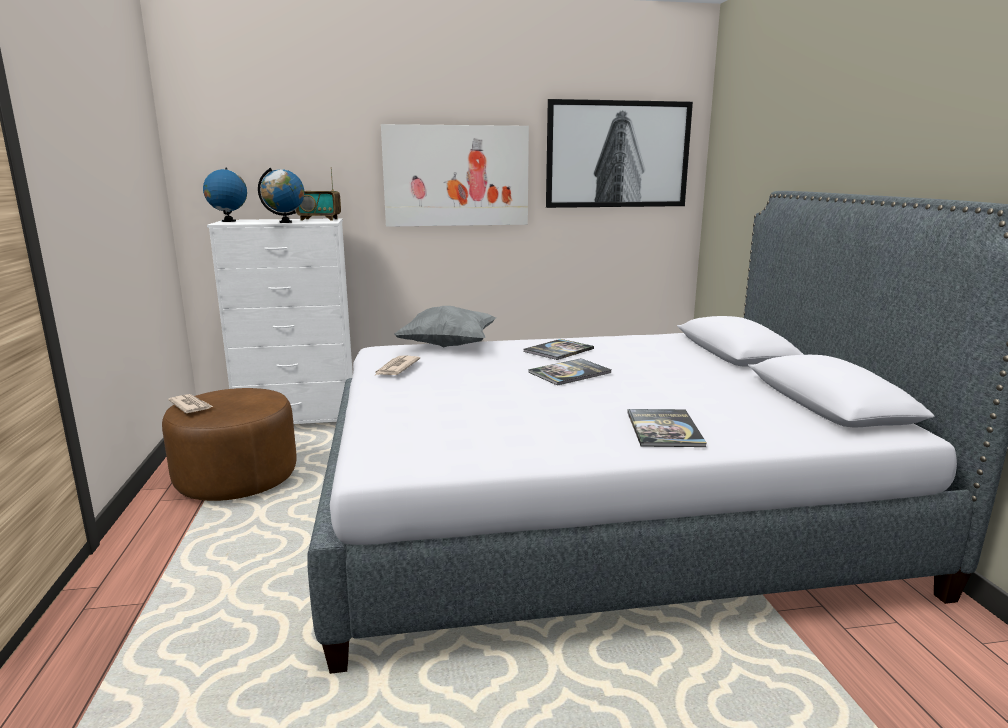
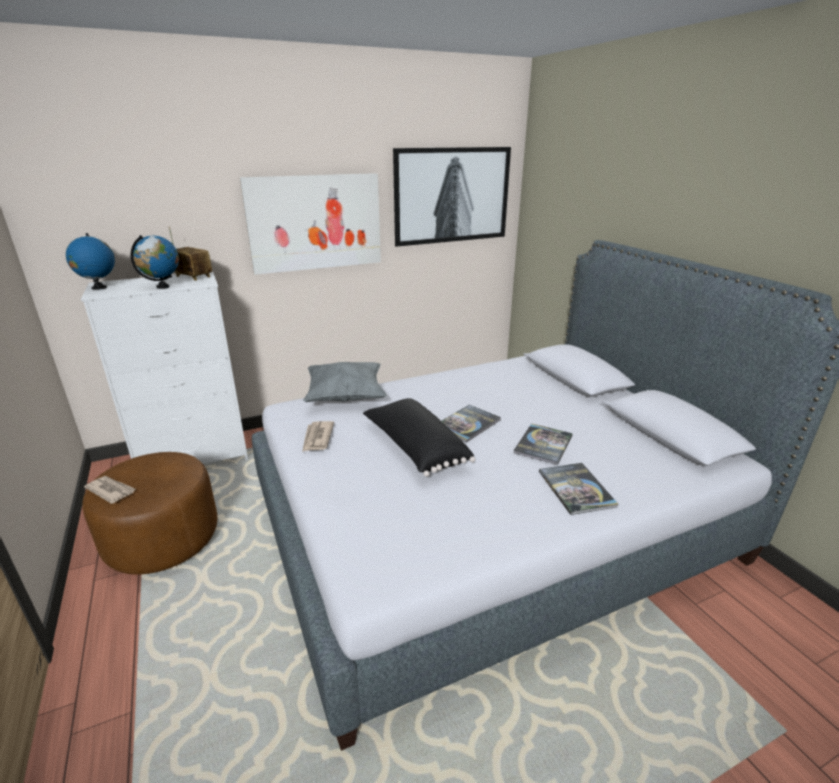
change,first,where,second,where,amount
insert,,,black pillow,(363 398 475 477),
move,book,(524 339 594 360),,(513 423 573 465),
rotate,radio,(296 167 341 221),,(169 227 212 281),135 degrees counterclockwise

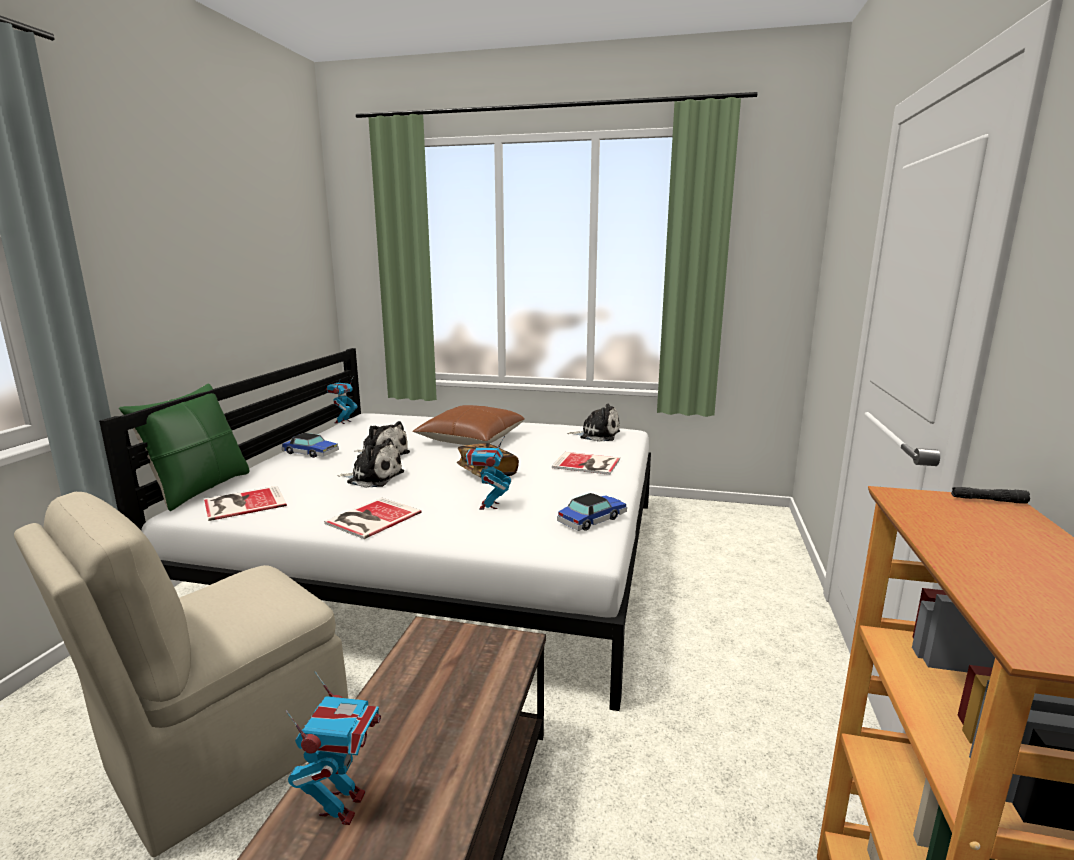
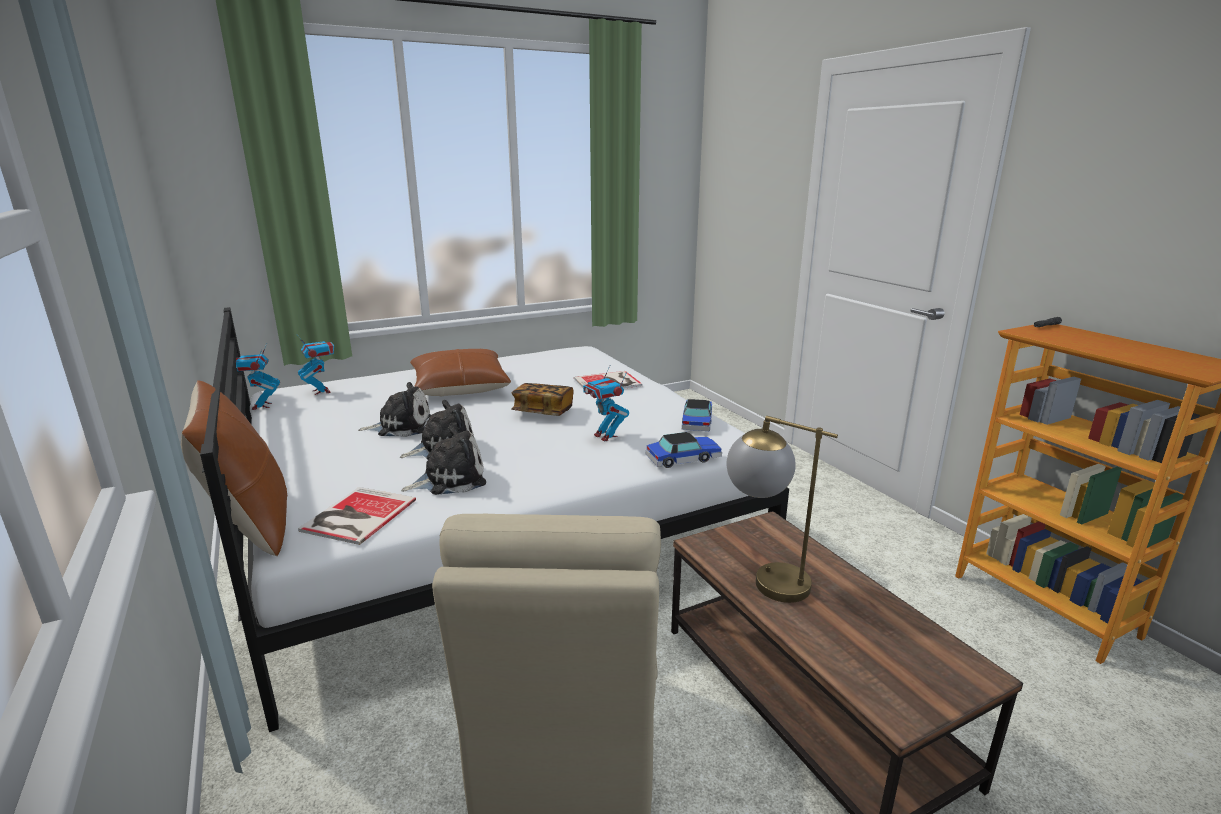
change,first,where,second,where,amount
delete,book,(324 498 421 539),,,
insert,,,table lamp,(726 416 838 603),
move,toy car,(282 433 339 458),,(646 432 722 468),
move,toy robot,(286 671 381 825),,(297 335 334 395),
move,plush toy,(567 404 620 442),,(401 425 486 495),
recolor,green pillow,(119 384 249 511),brown pillow,(181 380 287 556),

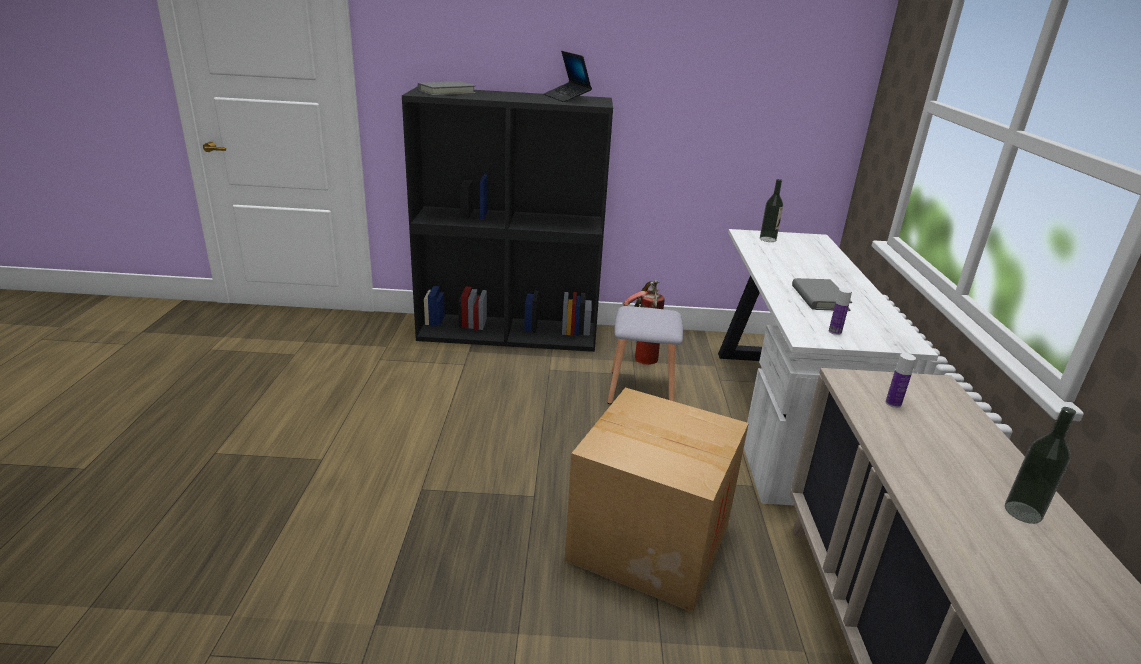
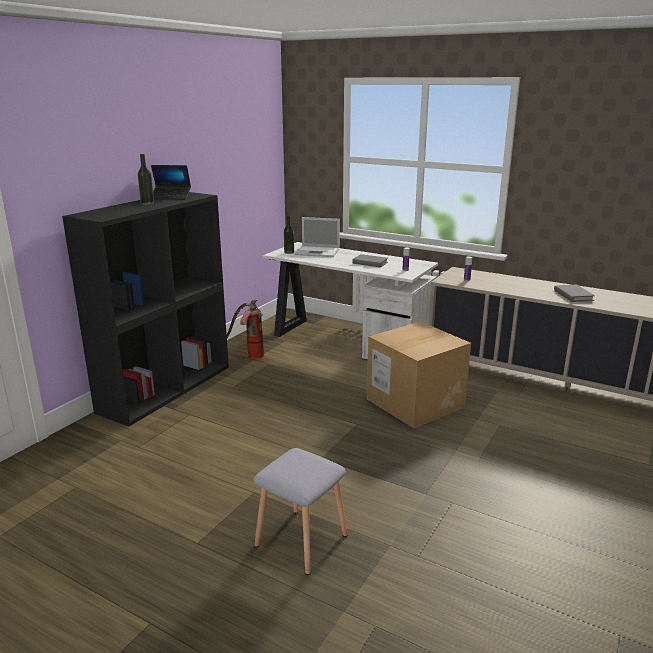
change,first,where,second,where,amount
insert,,,laptop,(295 217 340 257),
move,grey book,(418 81 476 96),,(554 285 595 302),
move,grey stool,(607 306 683 404),,(253 448 348 575),
move,bottle,(1005 407 1076 524),,(138 154 154 205),

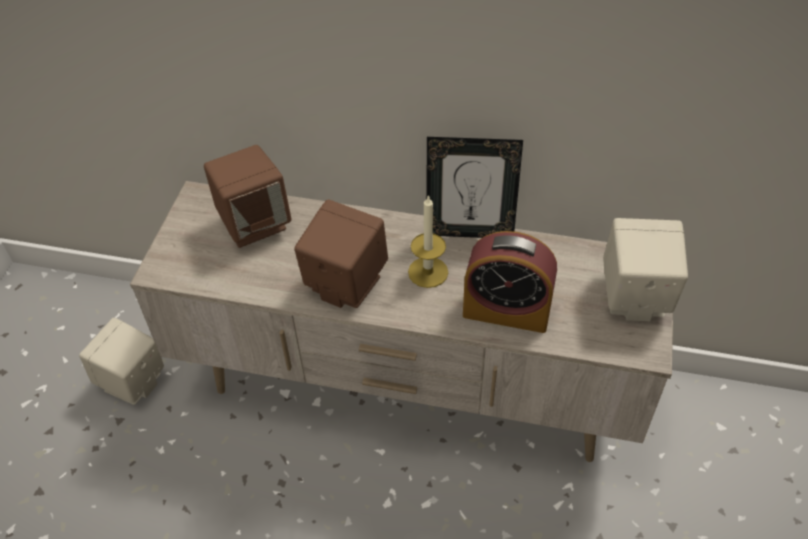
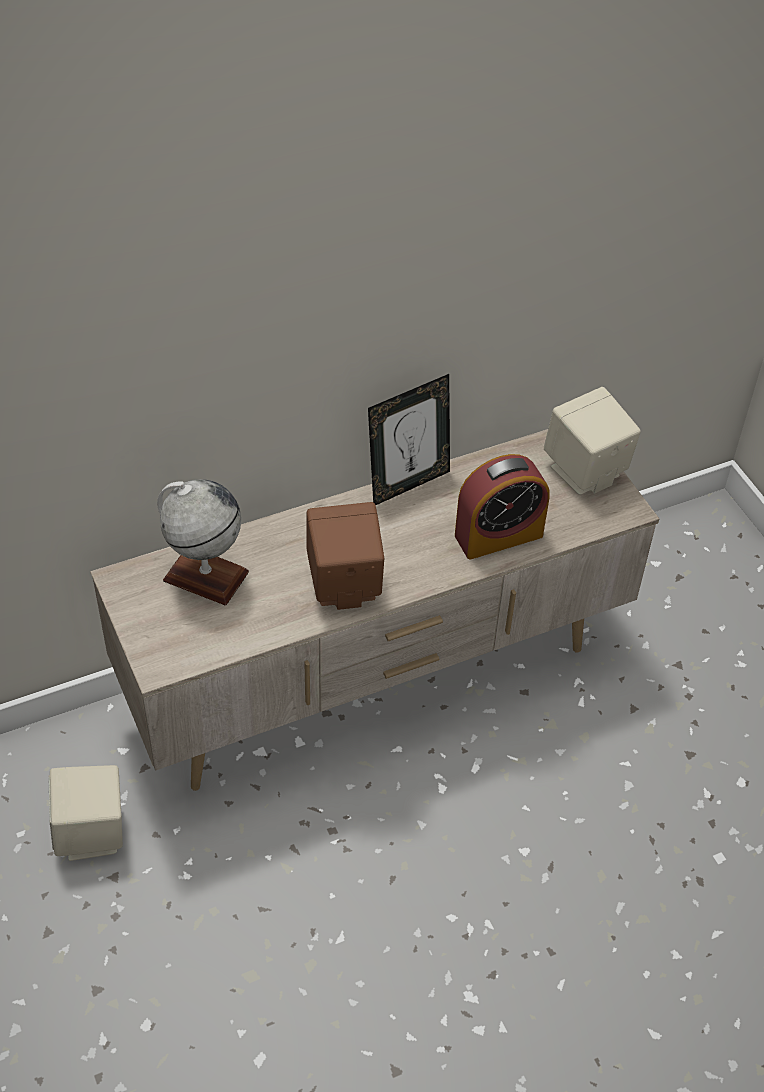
change,first,where,second,where,amount
delete,candle,(408 195 448 288),,,
replace,brown speaker,(204 145 292 248),globe,(157 479 249 605),

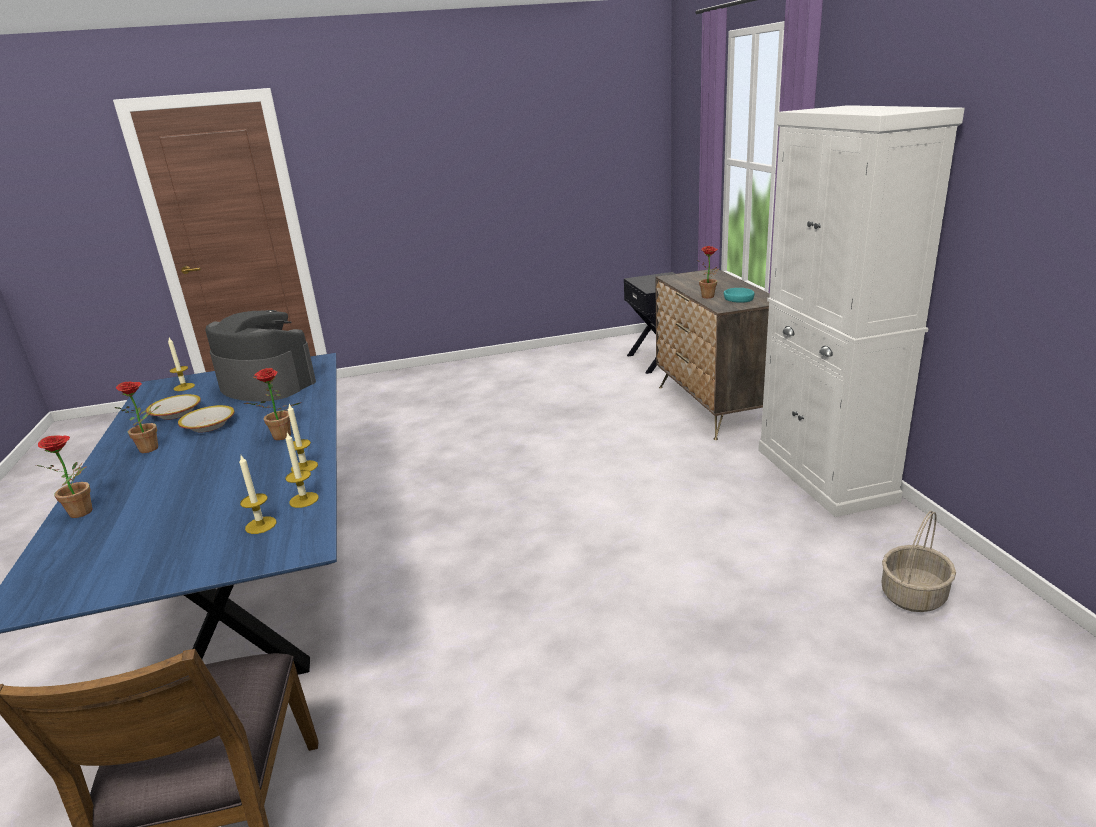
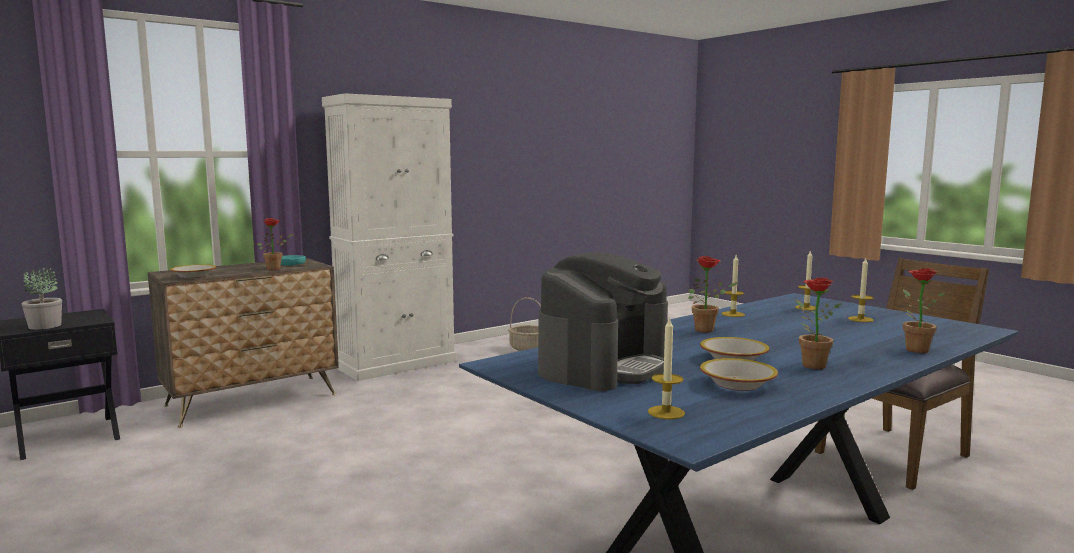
change,first,where,second,where,amount
insert,,,potted plant,(22 268 62 330),
insert,,,bowl,(170 264 216 278),
move,candle,(285 433 319 508),,(848 258 874 322),
rotate,coffee machine,(206 310 316 402),,(538 252 668 391),150 degrees counterclockwise

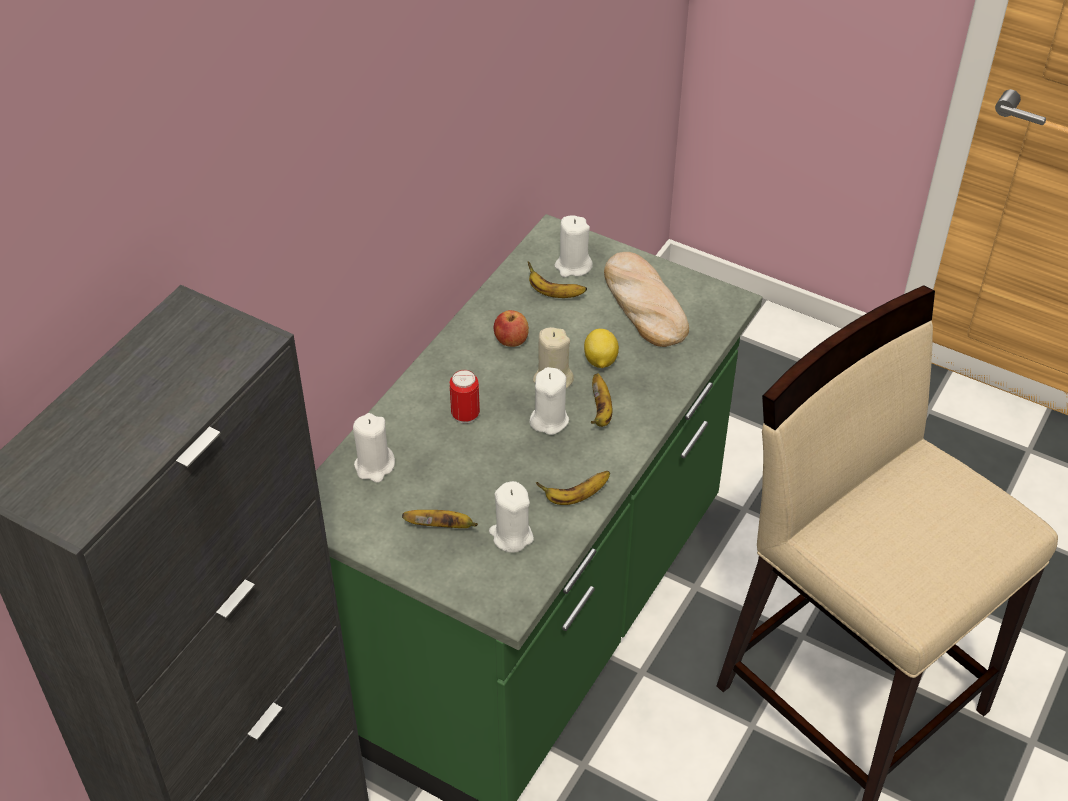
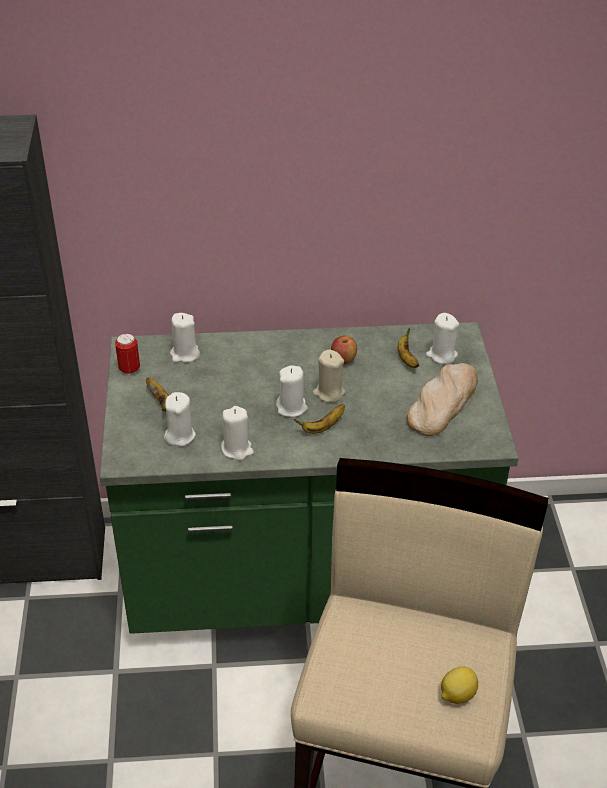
change,first,where,second,where,amount
move,can,(450 370 480 423),,(115 333 140 375),
move,lemon,(584 329 619 368),,(441 667 478 704),
replace,banana,(536 471 610 505),white candle,(221 406 254 460),

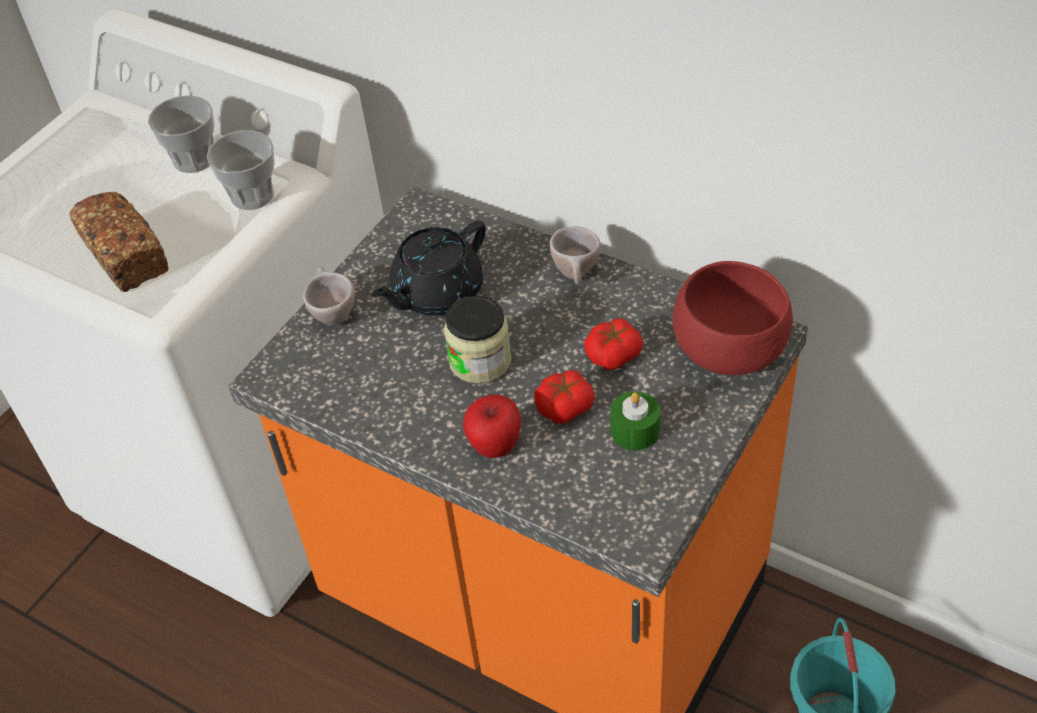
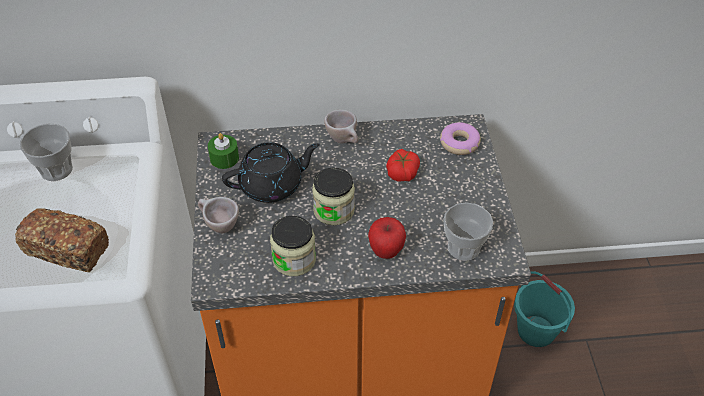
change,first,where,second,where,amount
delete,tomato,(534 370 595 424),,,
insert,,,jar,(270 216 316 276),
move,cup,(207 130 275 210),,(444 202 493 261),
move,green candle,(610 392 660 450),,(208 133 239 169),
replace,red bowl,(672 261 793 375),donut,(440 122 481 155),
rotate,black teapot,(372 221 486 316),,(222 142 320 203),120 degrees counterclockwise

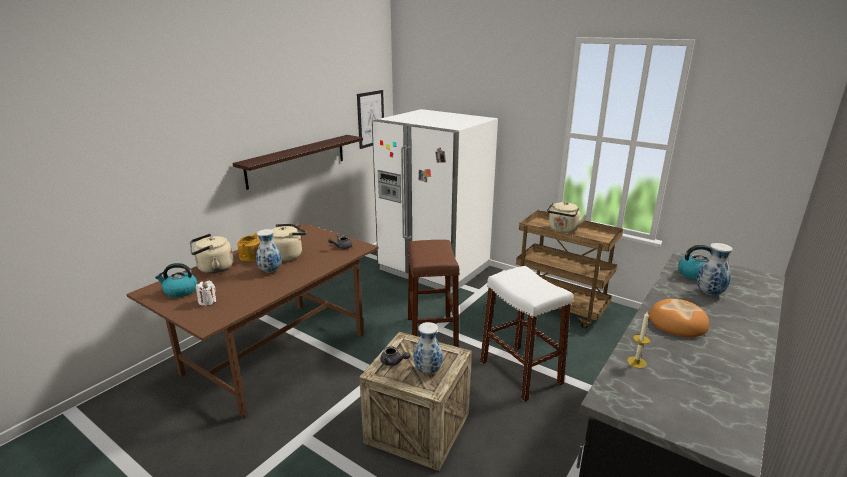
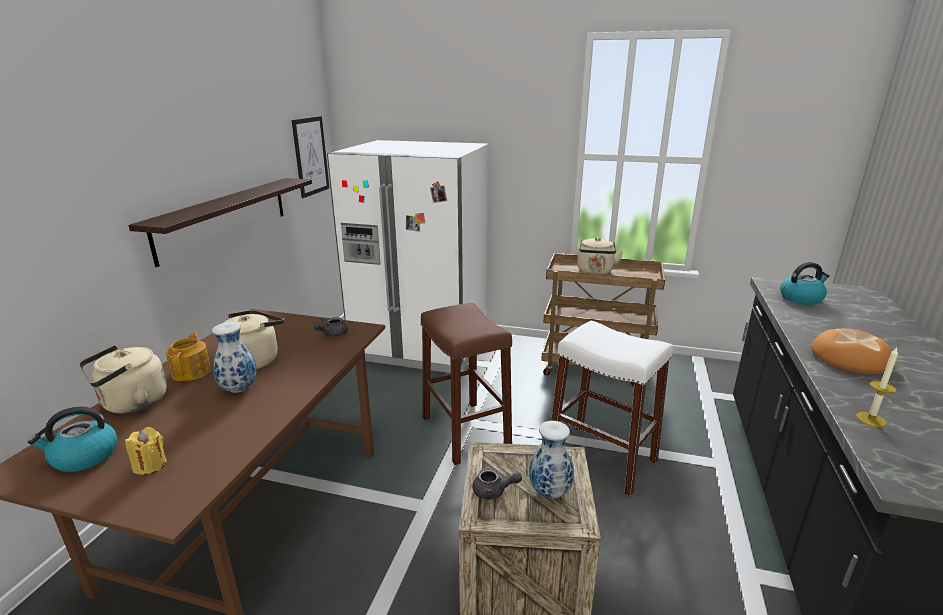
change,first,where,second,where,amount
delete,vase,(696 243 733 295),,,
recolor,white candle,(196 281 216 306),yellow candle,(125 427 167 475),

